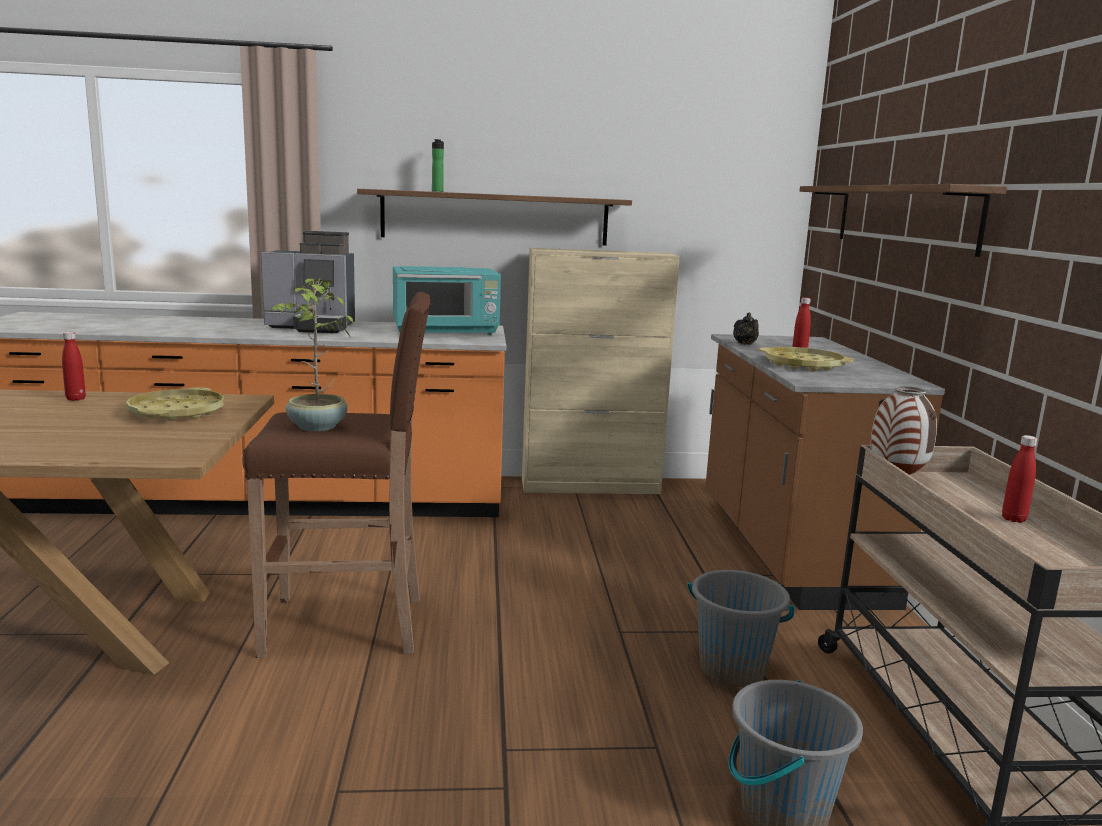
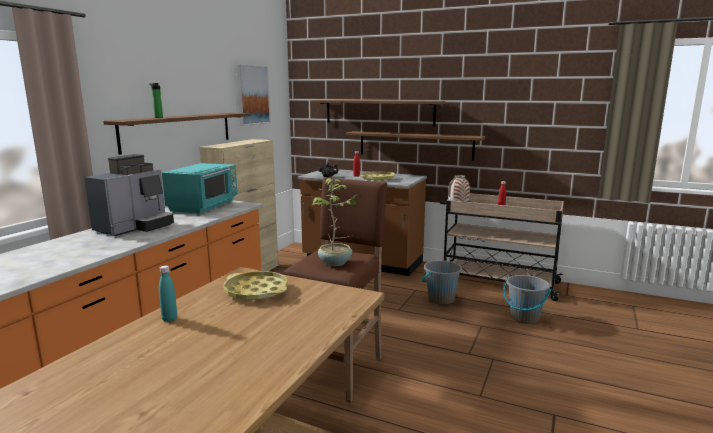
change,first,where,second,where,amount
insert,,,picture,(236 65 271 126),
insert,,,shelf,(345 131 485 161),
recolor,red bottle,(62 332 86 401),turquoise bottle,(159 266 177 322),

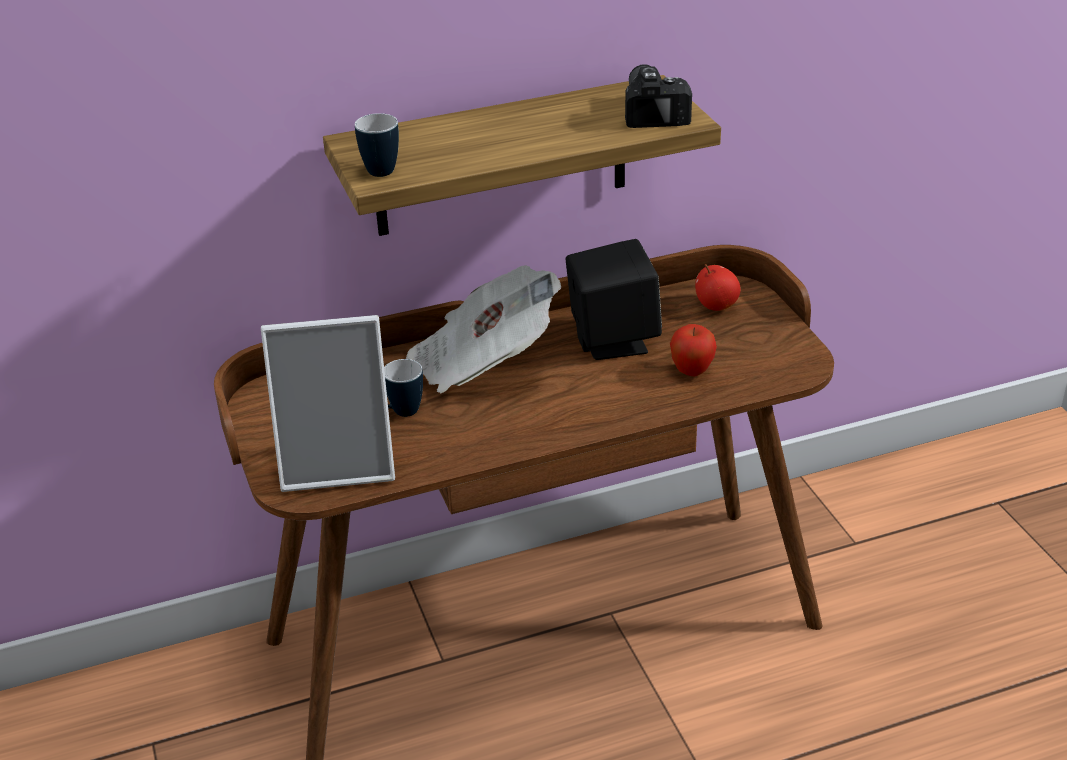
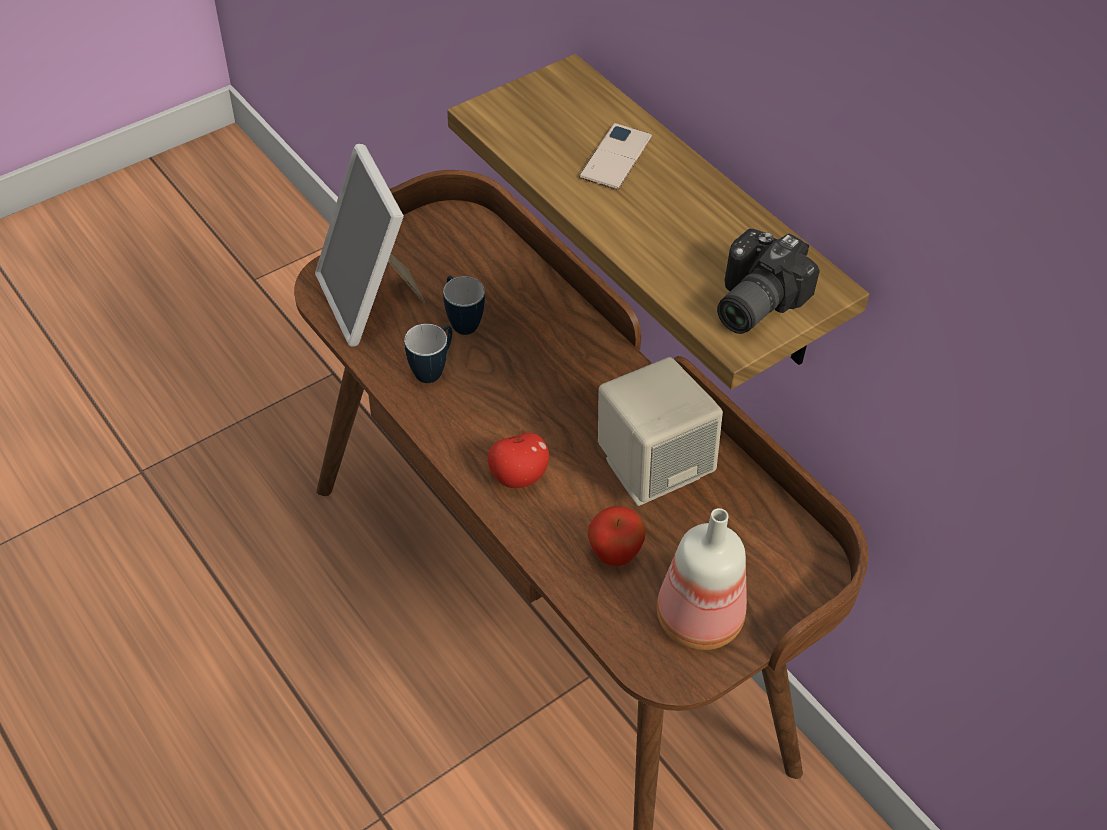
change,first,where,second,where,amount
delete,newspaper,(406 265 561 393),,,
insert,,,phone,(579 123 652 190),
insert,,,bottle,(657 508 747 650),
move,mug,(355 113 399 177),,(404 324 452 383),
move,apple,(695 264 740 311),,(488 428 549 488),
recolor,black speaker,(566 239 662 360),beige speaker,(598 357 723 506),
rotate,photo camera,(625 64 692 128),,(717 229 820 334),150 degrees clockwise

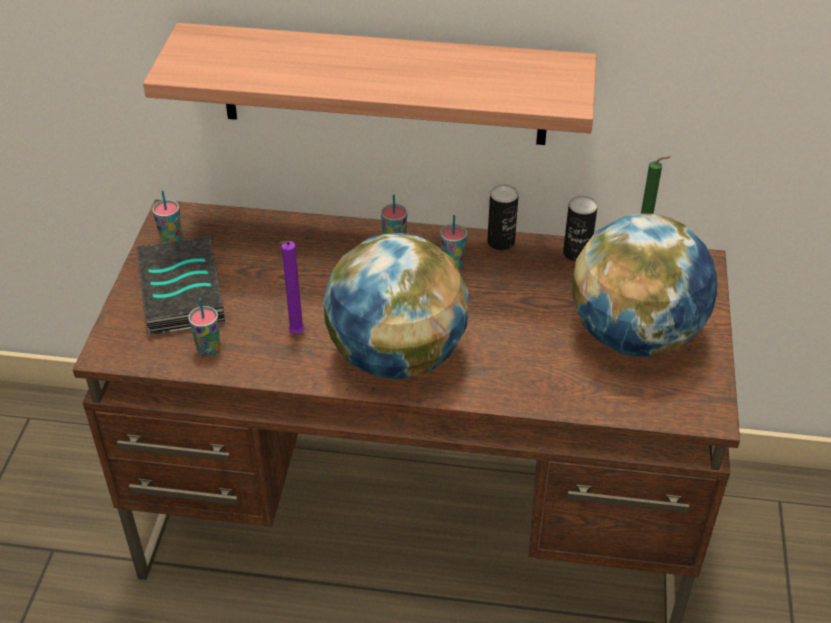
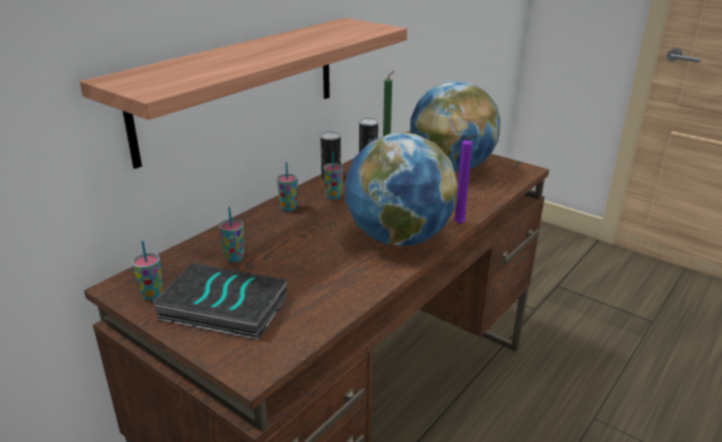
change,first,where,second,where,amount
move,cup,(188 298 220 356),,(219 207 244 262),
move,purple candle,(279 241 305 334),,(454 135 476 224),

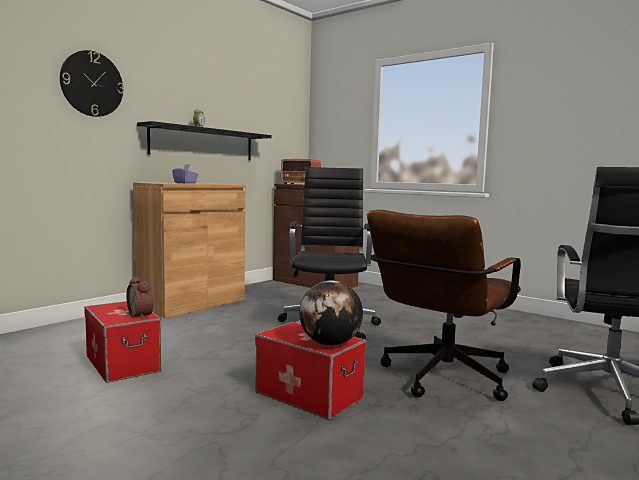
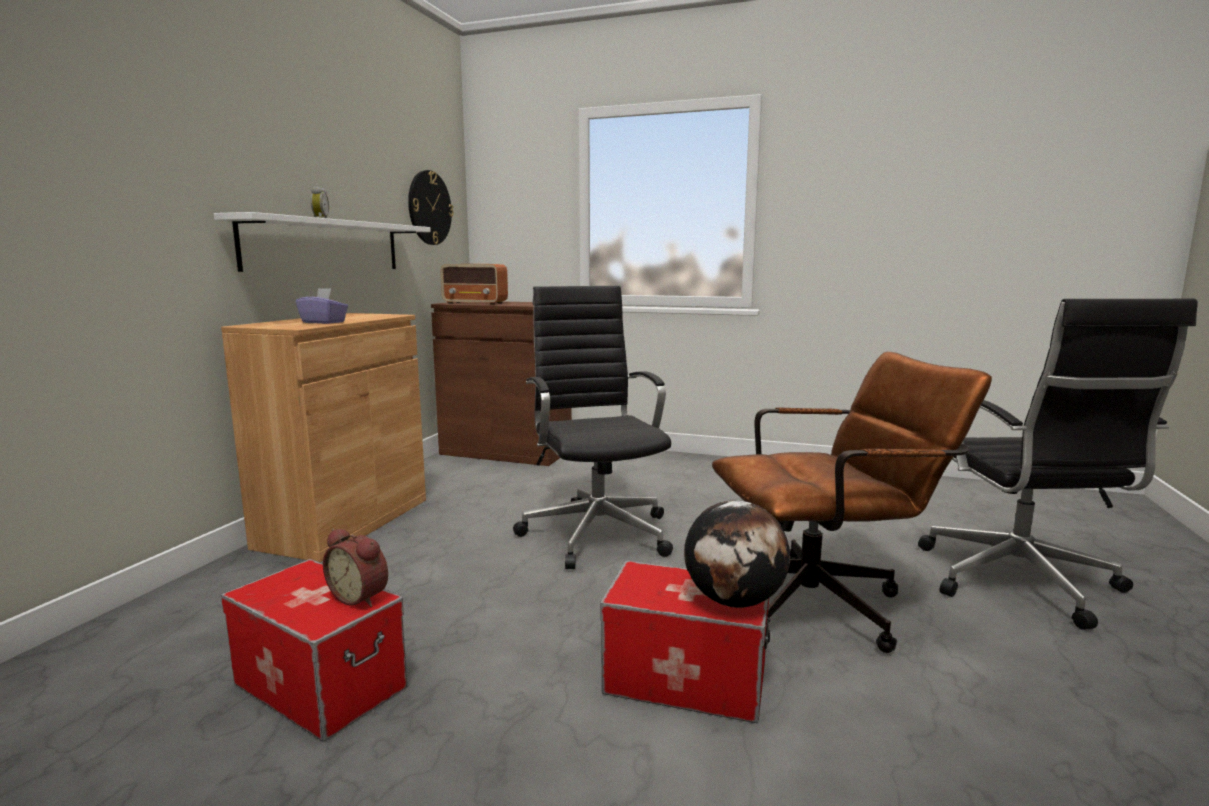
change,first,where,second,where,amount
move,wall clock,(60 50 124 117),,(408 170 454 245),
recolor,black shelf,(137 121 272 160),white shelf,(214 212 431 272),
rotate,brown office chair,(367 210 521 401),,(712 352 992 653),120 degrees counterclockwise

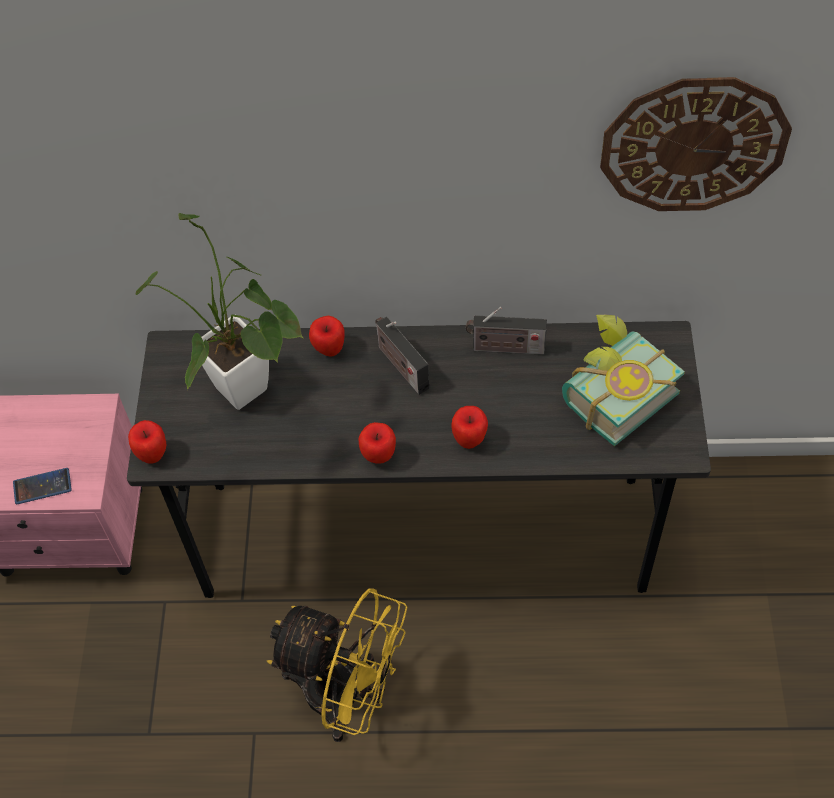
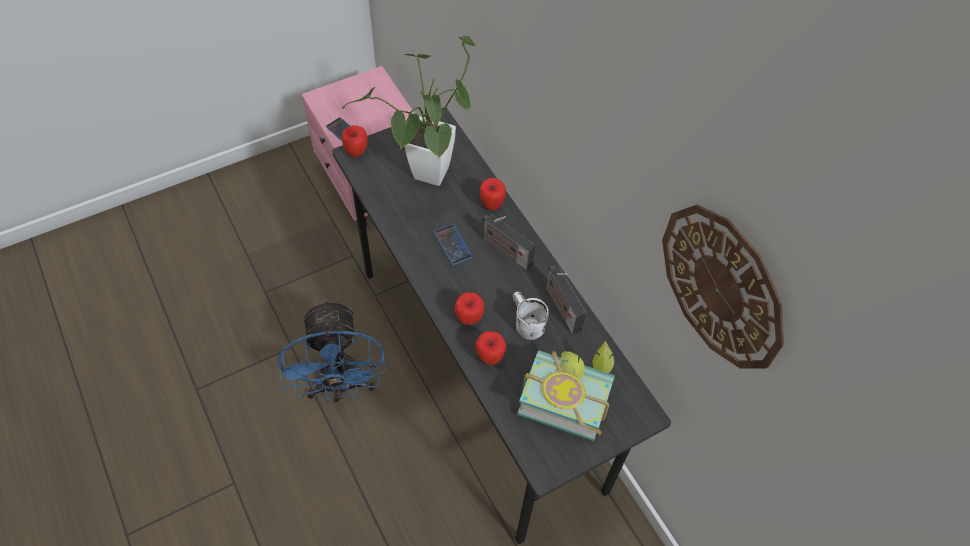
change,first,where,second,where,amount
insert,,,phone,(434 224 473 266),
insert,,,white mug,(513 292 549 340),
move,apple,(358 422 396 464),,(475 331 506 365),
recolor,yellow fan,(267 588 407 742),blue fan,(278 298 385 403),
rotate,radio,(375 317 429 395),,(482 214 536 270),75 degrees counterclockwise

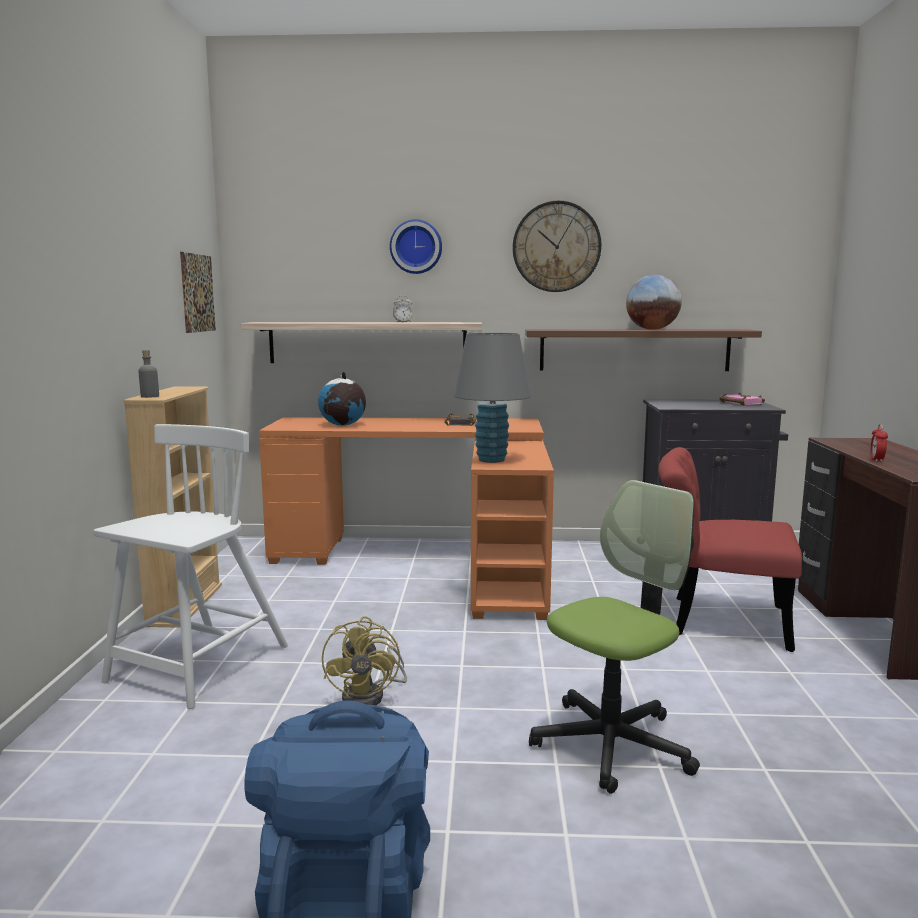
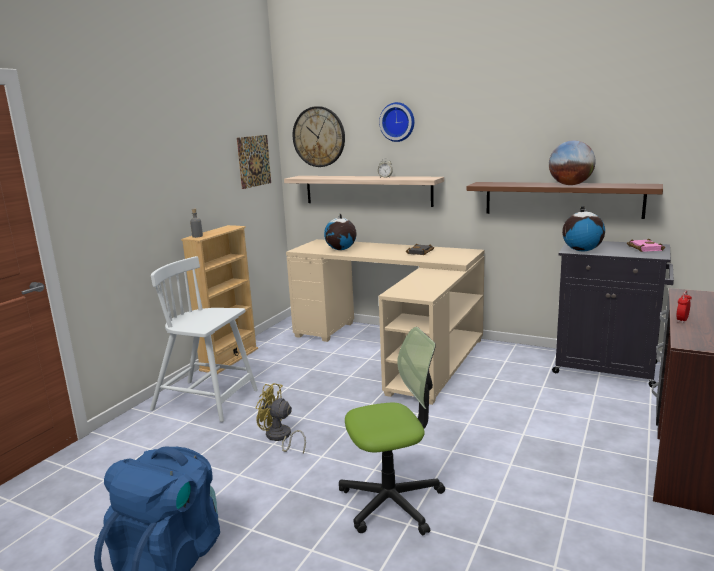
change,first,where,second,where,amount
delete,grey table lamp,(454 333 531 463),,,
delete,red chair,(658 447 802 652),,,
insert,,,globe,(562 206 605 251),
move,wall clock,(513 201 601 292),,(293 106 345 167),
recolor,orange desk,(259 417 554 620),beige desk,(286 239 485 405),
rotate,white chair,(93 424 288 709),,(150 256 258 422),120 degrees counterclockwise
rotate,yellow fan,(322 616 407 705),,(256 383 306 454),90 degrees clockwise

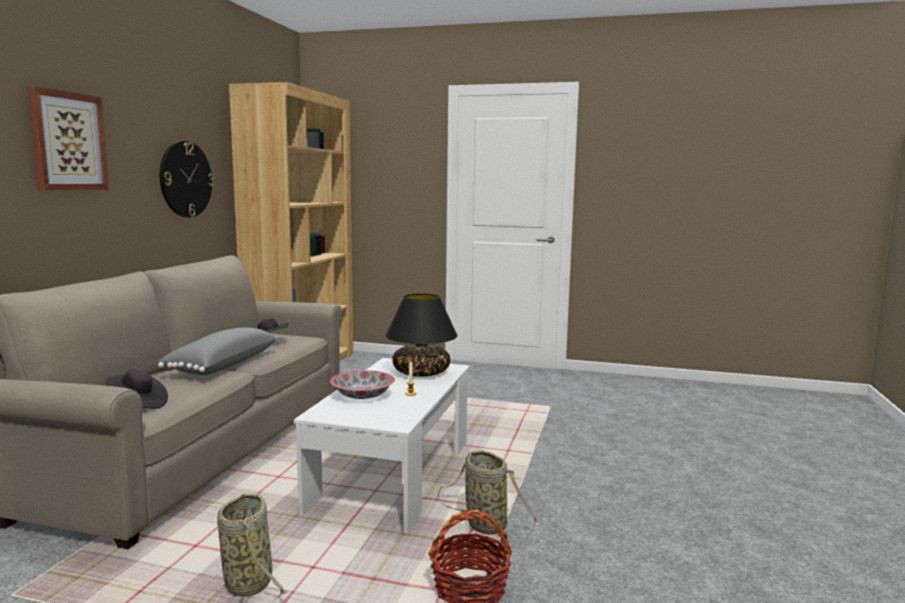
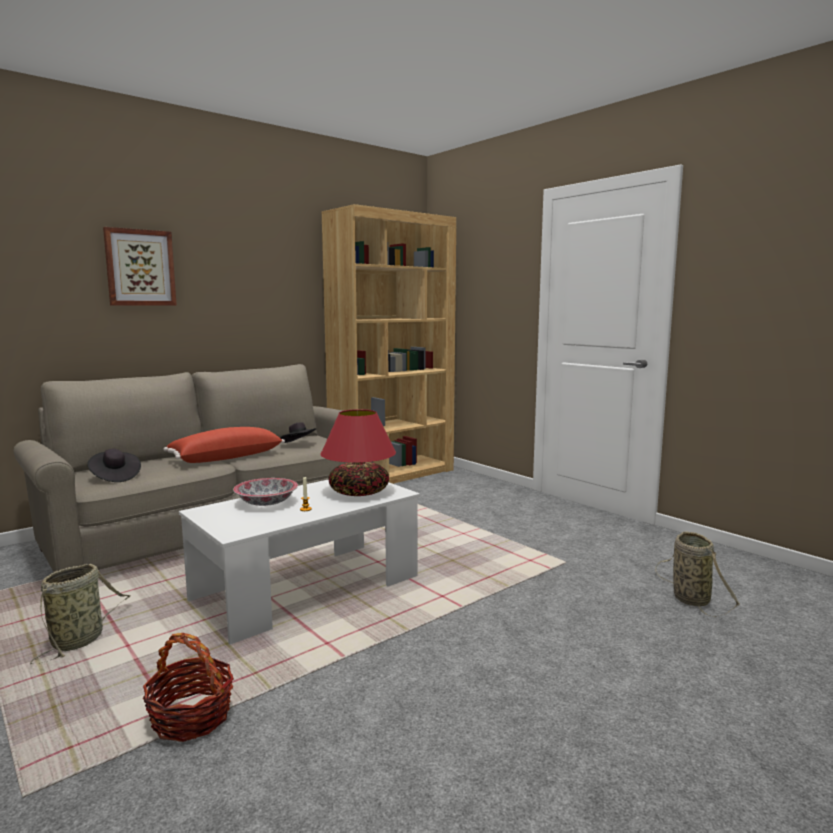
change,first,where,second,where,amount
delete,wall clock,(160 141 214 217),,,
move,basket,(438 450 538 543),,(655 531 740 617),
recolor,grey pillow,(158 328 277 375),red pillow,(163 427 285 463),
recolor,black table lamp,(385 293 458 377),red table lamp,(320 409 396 496),

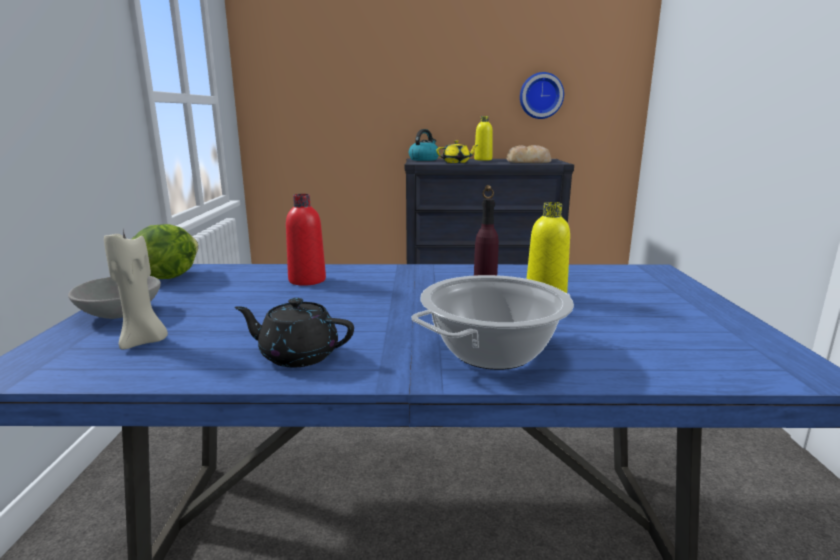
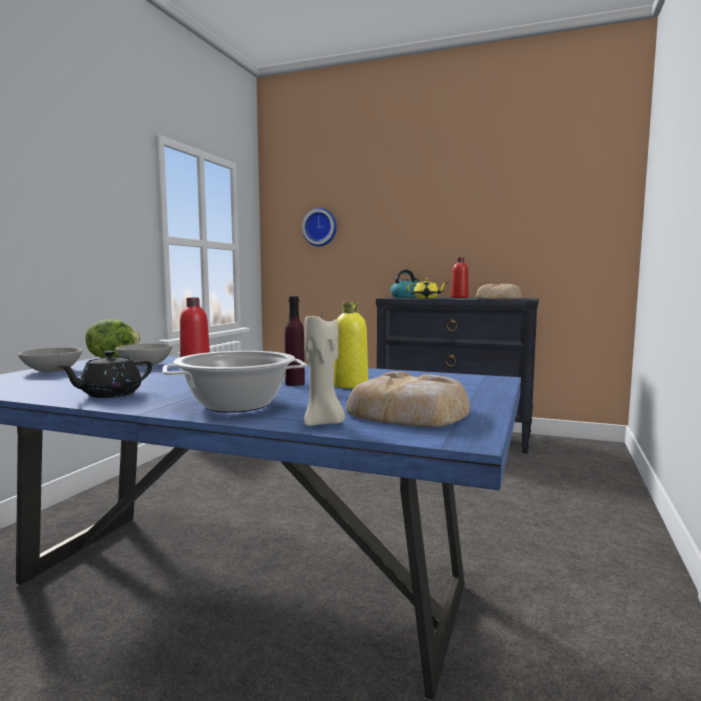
change,first,where,second,where,amount
insert,,,grey bowl,(116 343 172 366),
insert,,,bread,(346 372 470 427),
move,beige candle,(104 230 168 350),,(304 312 345 426),
move,wall clock,(520 72 564 119),,(302 208 337 246),
recolor,yellow bottle,(474 116 493 161),red bottle,(451 257 468 298),
rotate,black teapot,(234 298 354 367),,(58 351 152 398),75 degrees counterclockwise

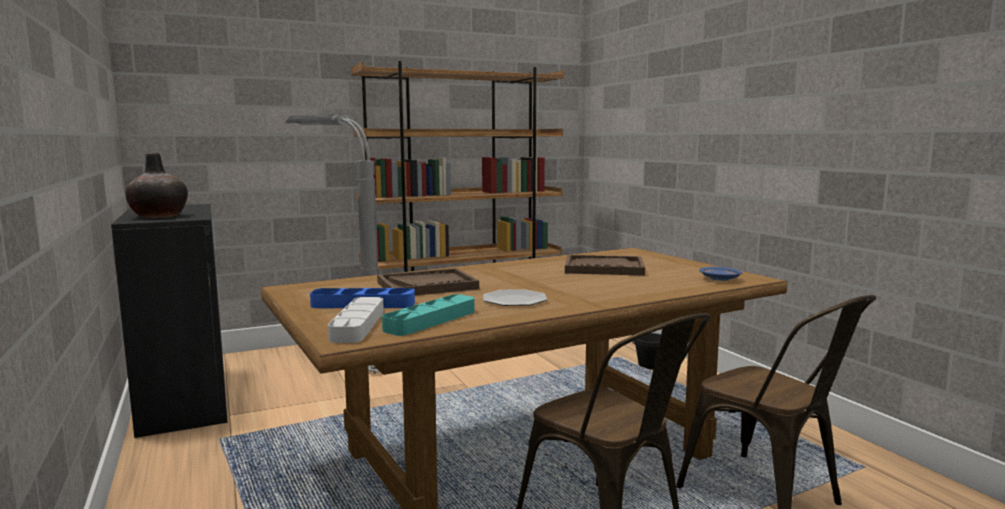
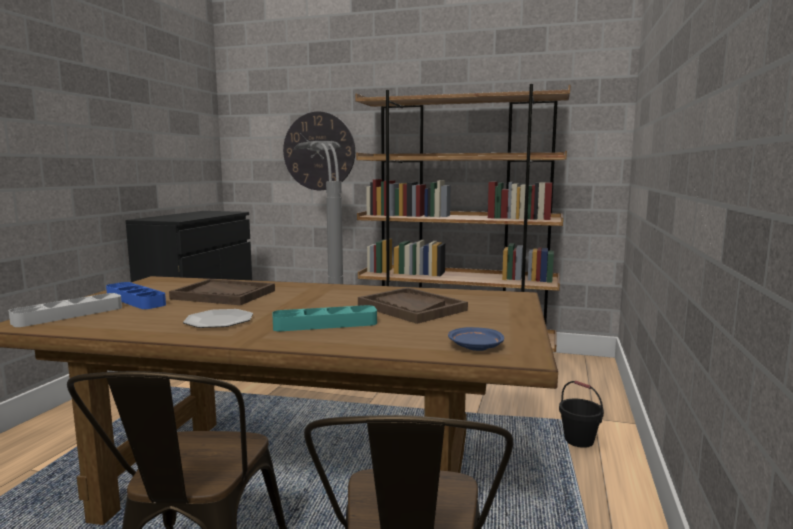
change,first,where,second,where,amount
delete,vase,(126 153 188 218),,,
insert,,,wall clock,(283 112 355 190),
move,turquoise tray,(382 294 475 336),,(272 305 377 331),

